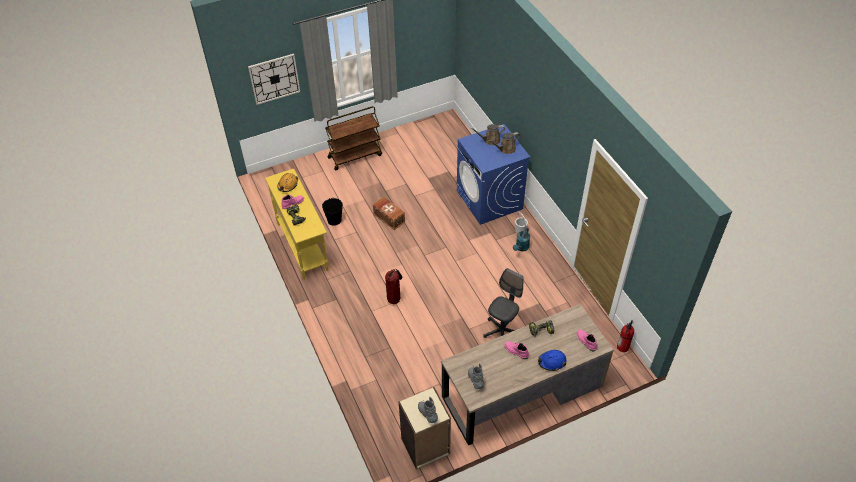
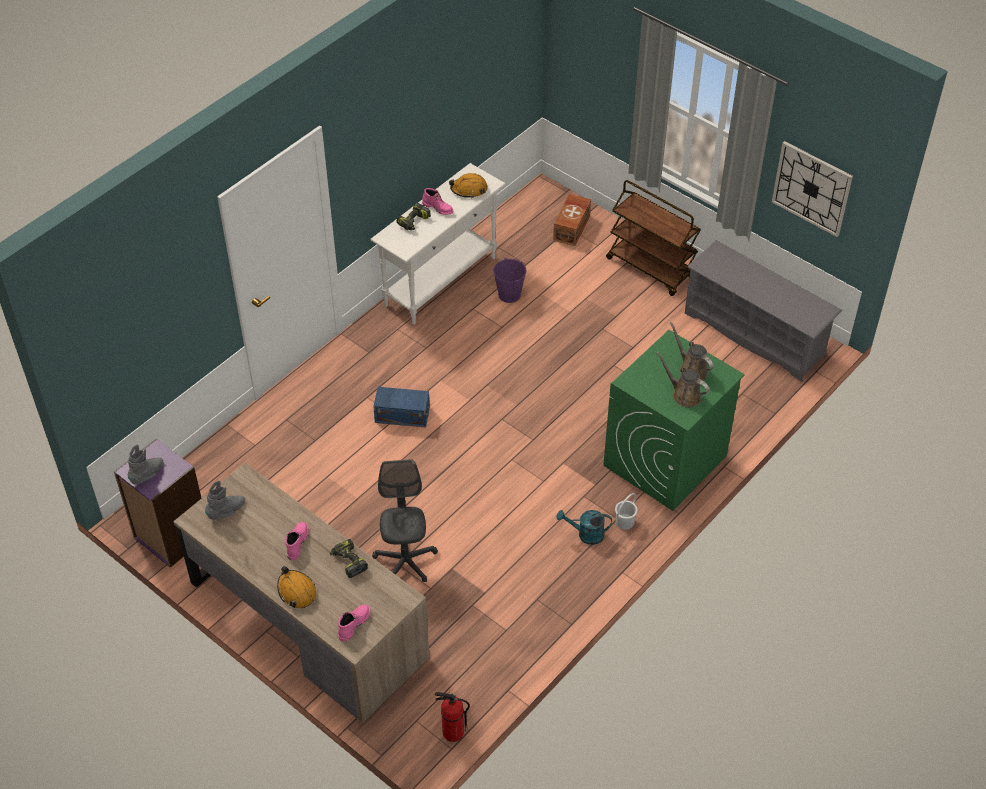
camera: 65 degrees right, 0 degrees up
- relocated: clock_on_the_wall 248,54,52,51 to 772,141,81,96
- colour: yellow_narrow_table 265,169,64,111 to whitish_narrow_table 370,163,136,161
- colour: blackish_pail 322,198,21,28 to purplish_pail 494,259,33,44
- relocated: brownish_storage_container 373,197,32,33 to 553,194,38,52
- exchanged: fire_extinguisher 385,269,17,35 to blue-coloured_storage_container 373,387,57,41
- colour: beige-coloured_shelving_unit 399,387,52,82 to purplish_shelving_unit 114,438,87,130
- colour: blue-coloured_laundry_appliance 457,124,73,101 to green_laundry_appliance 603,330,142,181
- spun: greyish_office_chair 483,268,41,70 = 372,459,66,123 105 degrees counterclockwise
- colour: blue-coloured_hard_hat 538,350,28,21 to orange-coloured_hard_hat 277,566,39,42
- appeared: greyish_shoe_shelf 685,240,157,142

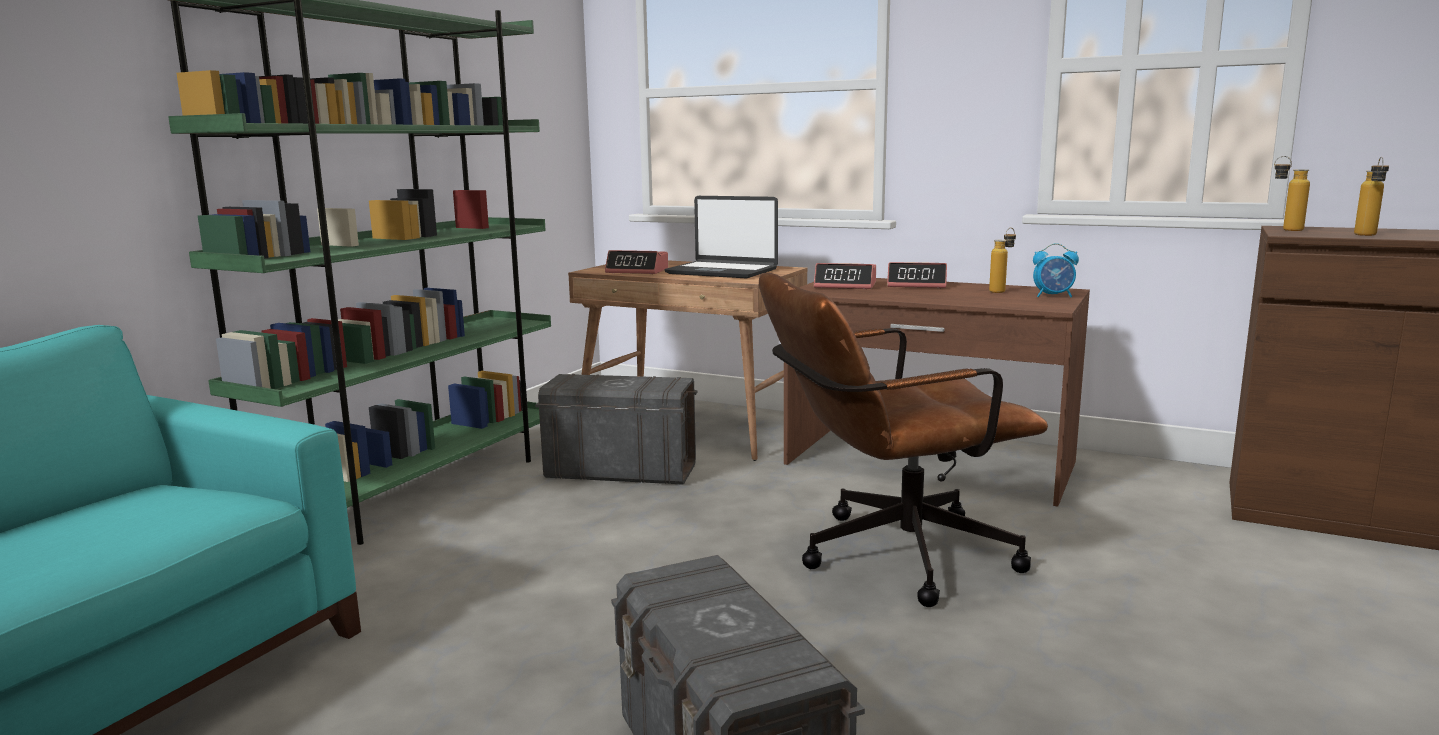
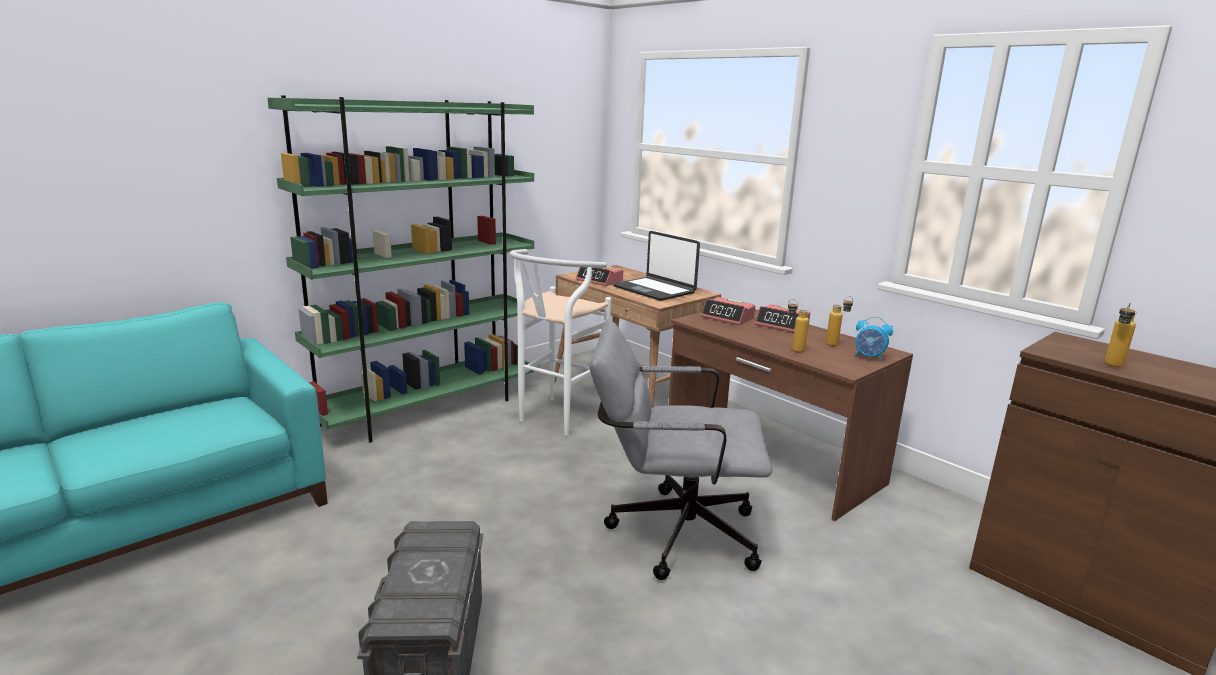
camera: 20 degrees right, 5 degrees up
- exchanged: greyish_storage_container 535,374,162,111 to whitish_sitting_stool 509,249,102,187
- colour: brownish_office_chair 759,273,289,334 to greyish_office_chair 589,320,183,260
- relocated: bottle 1274,156,36,75 to 788,299,21,54

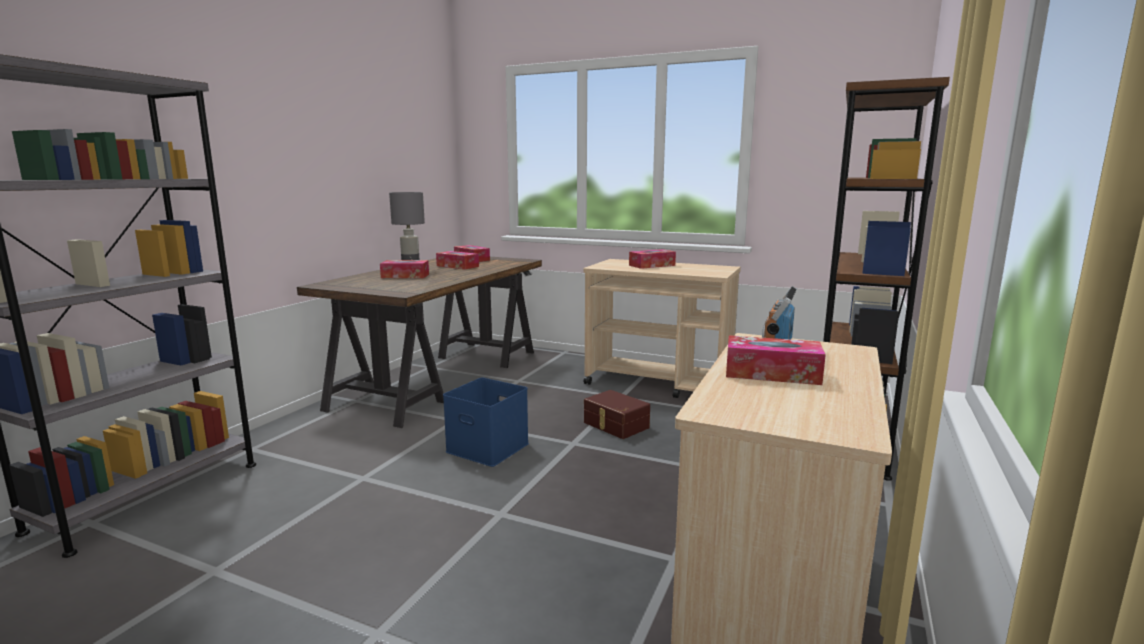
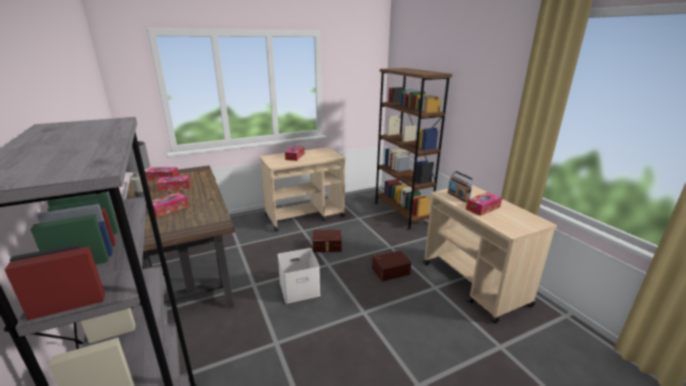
camera: 50 degrees left, 10 degrees up
- colour: blue-coloured_storage_container 443,377,86,90 to whitish_storage_container 278,248,42,56
- appeared: brownish_storage_container 372,250,39,31

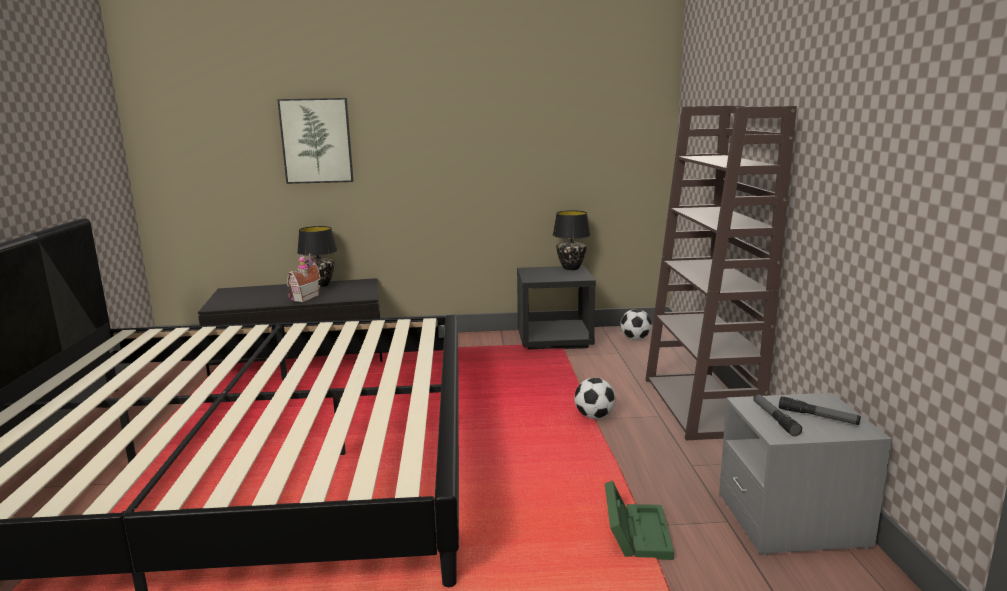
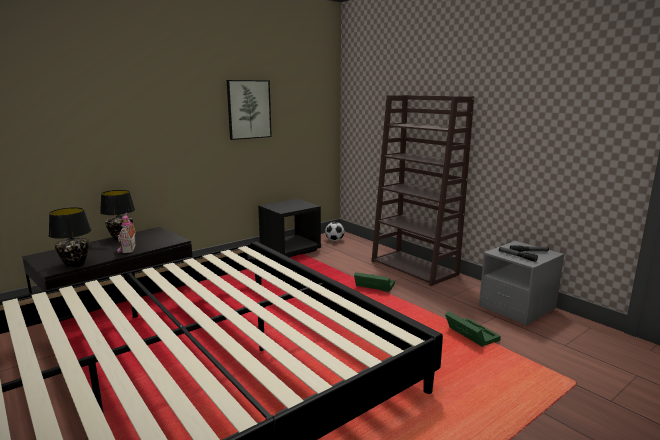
camera: 35 degrees left, 0 degrees up
- relocated: picture 277,98,76,86 to 227,80,45,60
- relocated: blackish_tabletop_lamp 553,210,38,60 to 49,208,42,59
- exchanged: ball_for_football 574,378,42,41 to green_storage_container 354,272,41,20

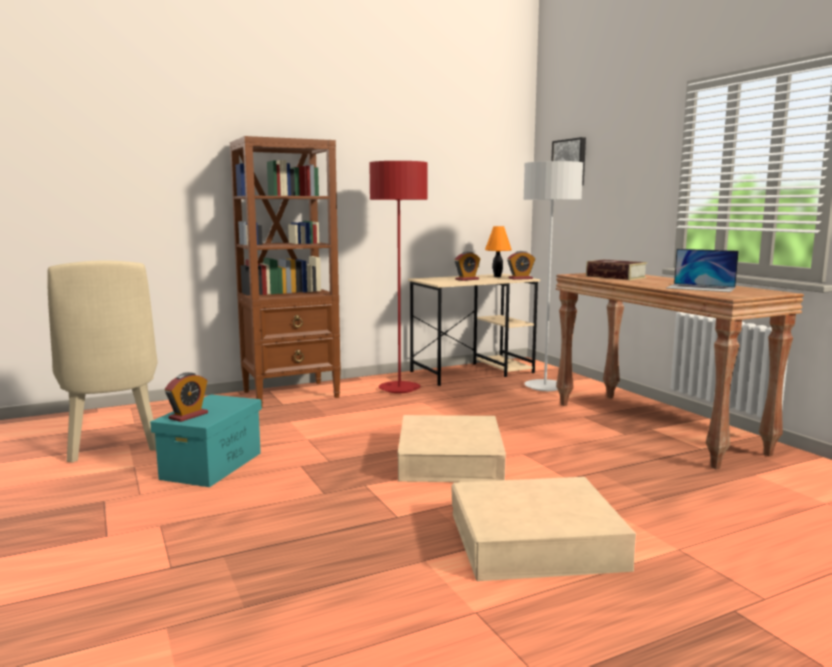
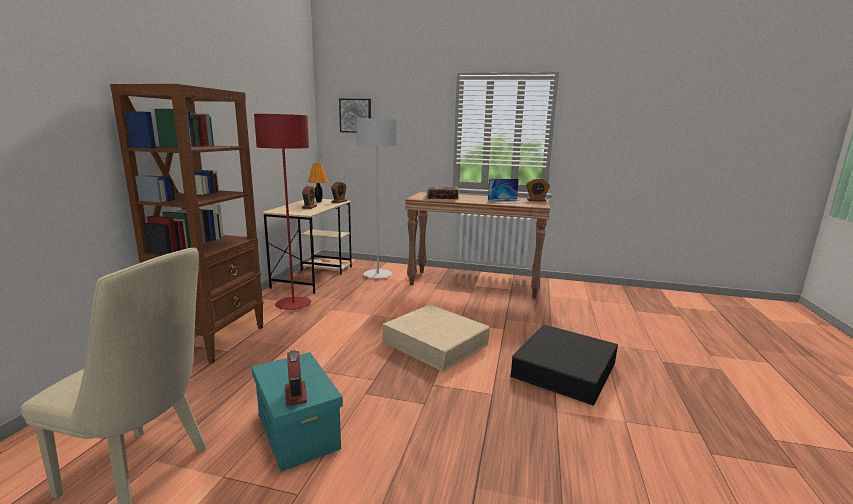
camera: 50 degrees left, 5 degrees up
- colour: beige-coloured_storage_container 451,477,185,104 to blackish_storage_container 511,324,107,82
- appeared: table_clock 526,178,24,24

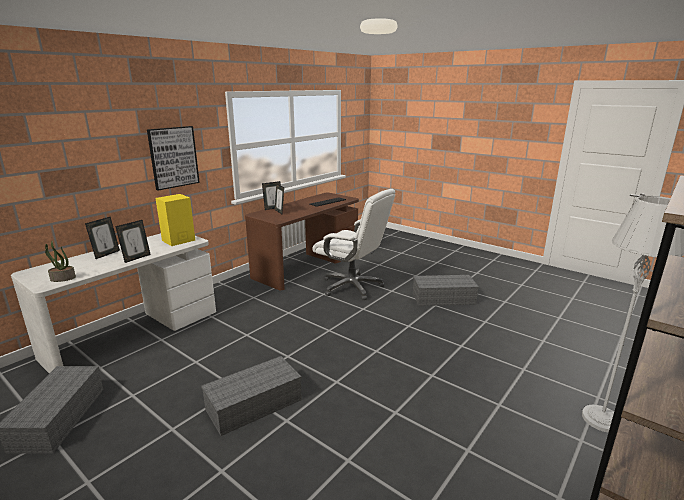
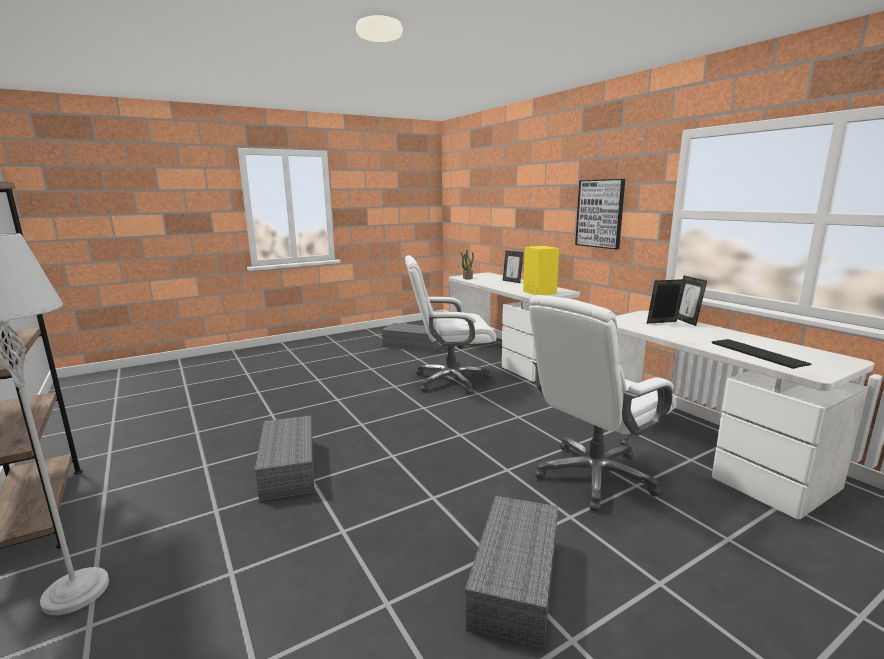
camera: 110 degrees right, 5 degrees down
- missing: standing_frame 115,220,36,43
- relocated: greyish_storage_container 201,356,101,80 to 255,415,59,86
- colour: brownish_desk_table 245,192,114,98 to whitish_desk_table 616,311,258,208
- appeared: whitish_office_chair 405,255,92,139

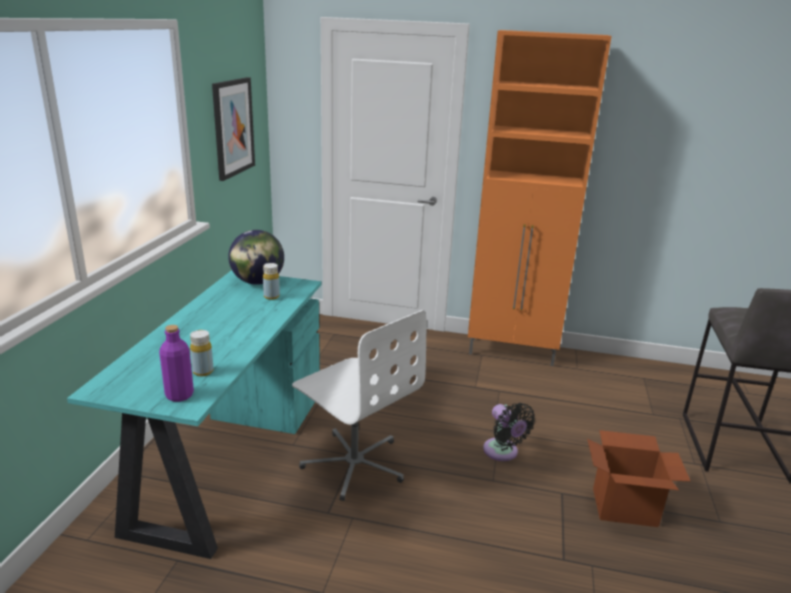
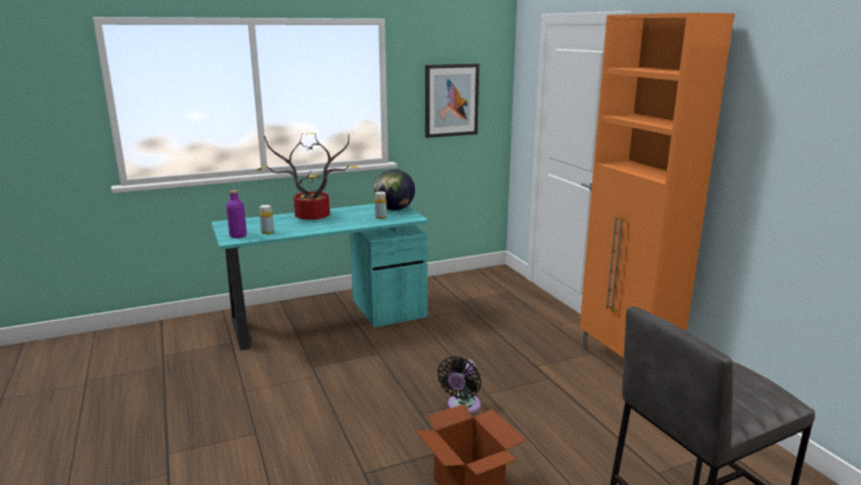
camera: 55 degrees right, 5 degrees down
- missing: whitish_office_chair 292,310,135,191
- appeared: houseplant 257,133,103,87

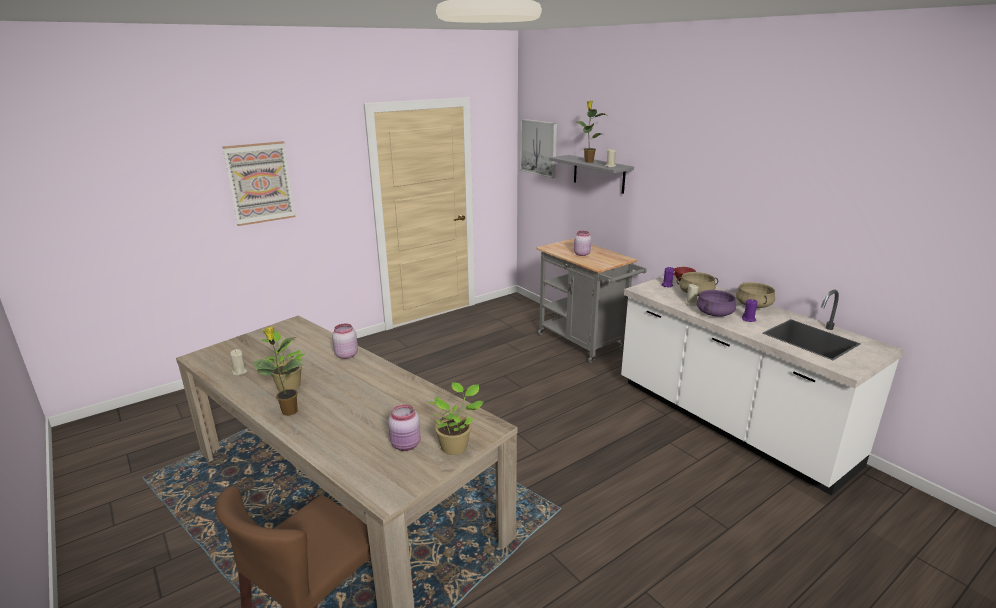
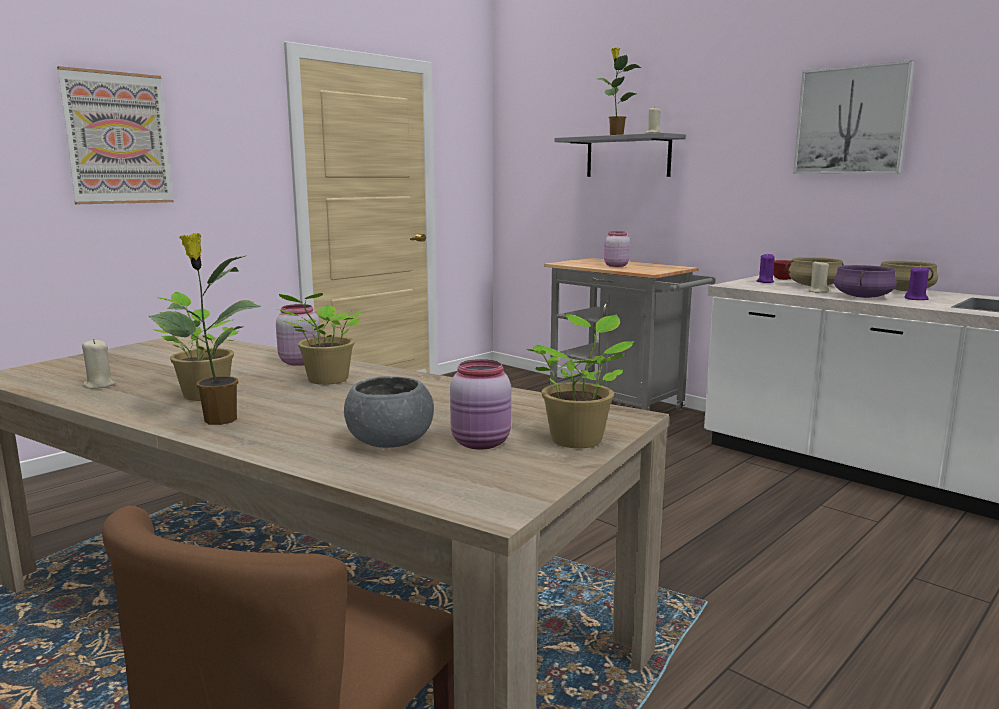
camera: 10 degrees left, 10 degrees down
- relocated: picture 520,119,37,59 to 793,60,121,114
- appeared: houseplant 277,293,85,92
- appeared: greyish_serving_bowl 344,376,90,72

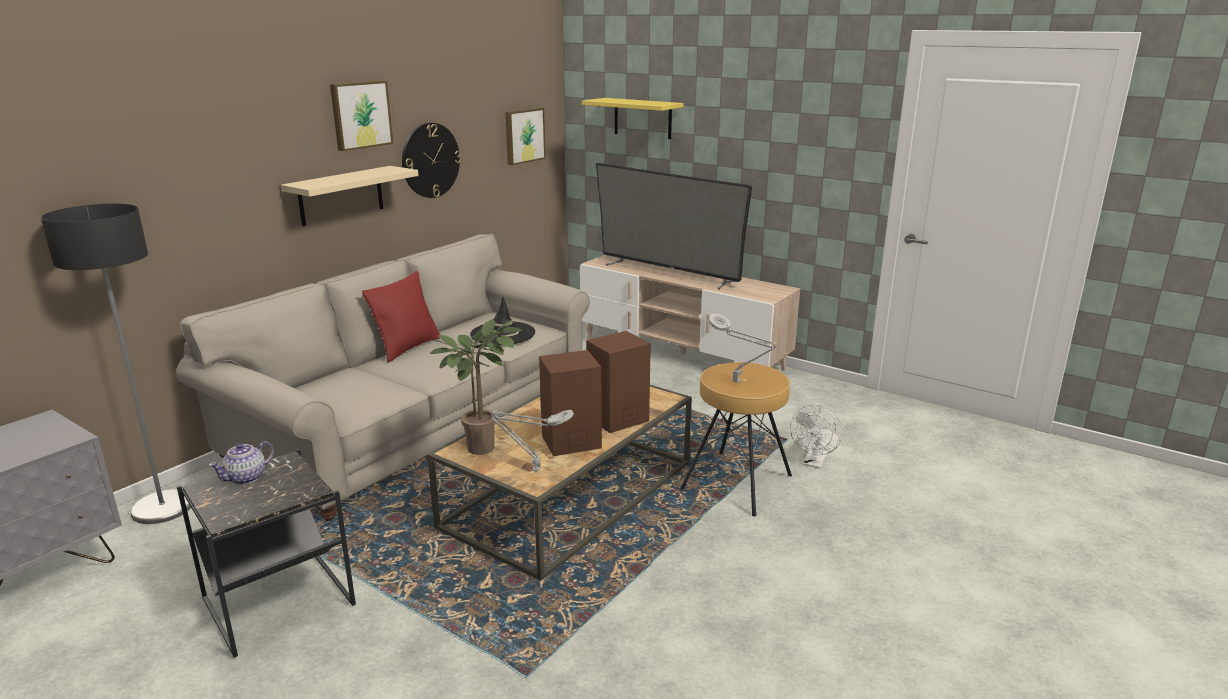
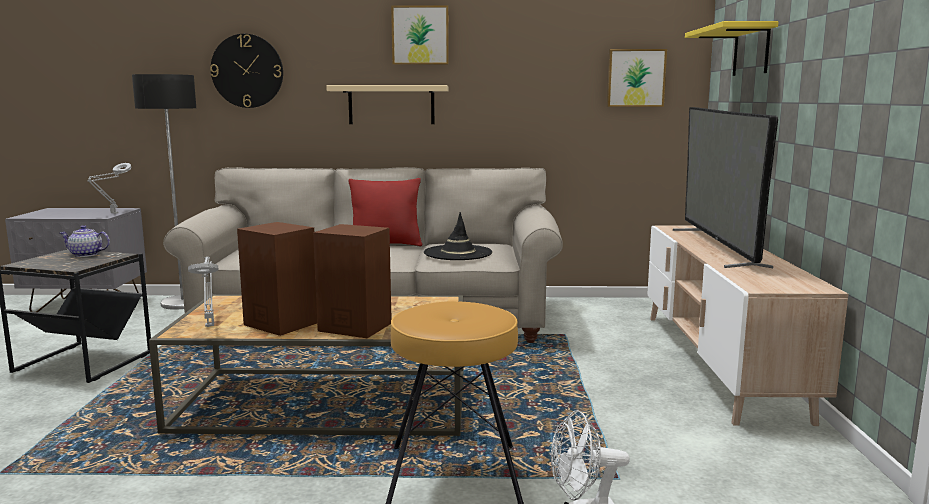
camera: 55 degrees right, 10 degrees down
- relocated: clock_on_the_wall 402,123,59,75 to 210,34,73,74
- missing: houseplant 430,319,92,136
- relocated: greyish_tabletop_lamp 708,313,69,70 to 87,163,45,51

